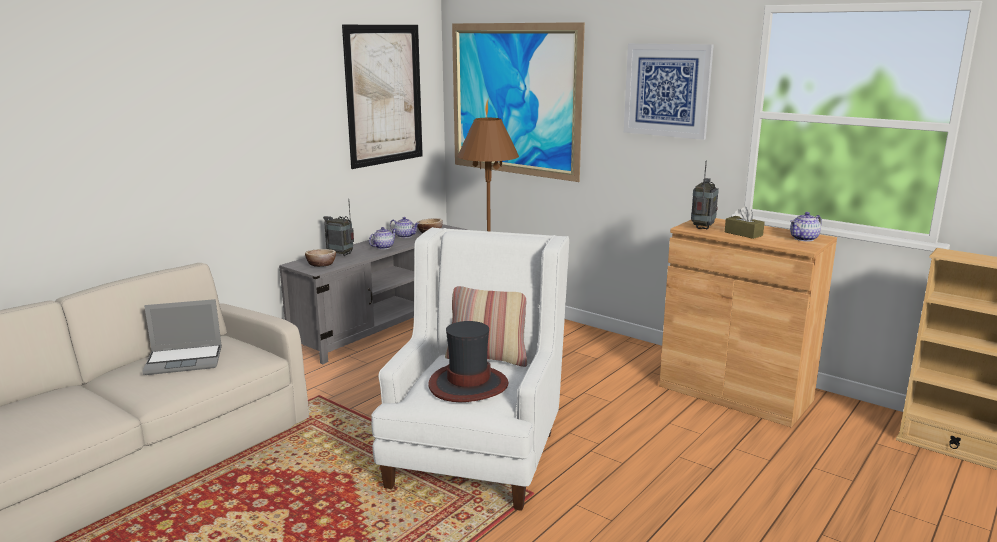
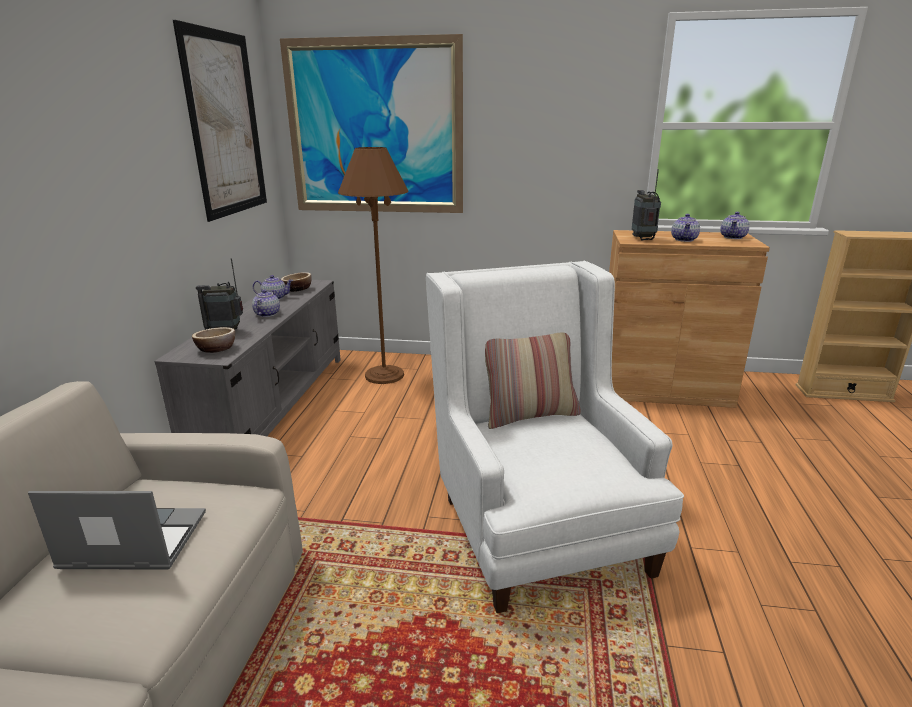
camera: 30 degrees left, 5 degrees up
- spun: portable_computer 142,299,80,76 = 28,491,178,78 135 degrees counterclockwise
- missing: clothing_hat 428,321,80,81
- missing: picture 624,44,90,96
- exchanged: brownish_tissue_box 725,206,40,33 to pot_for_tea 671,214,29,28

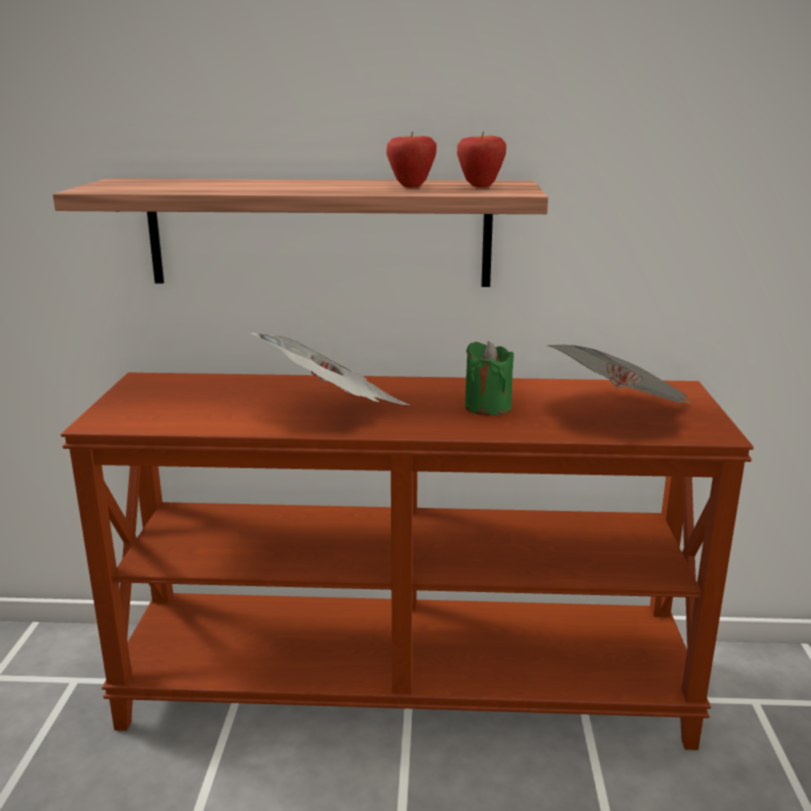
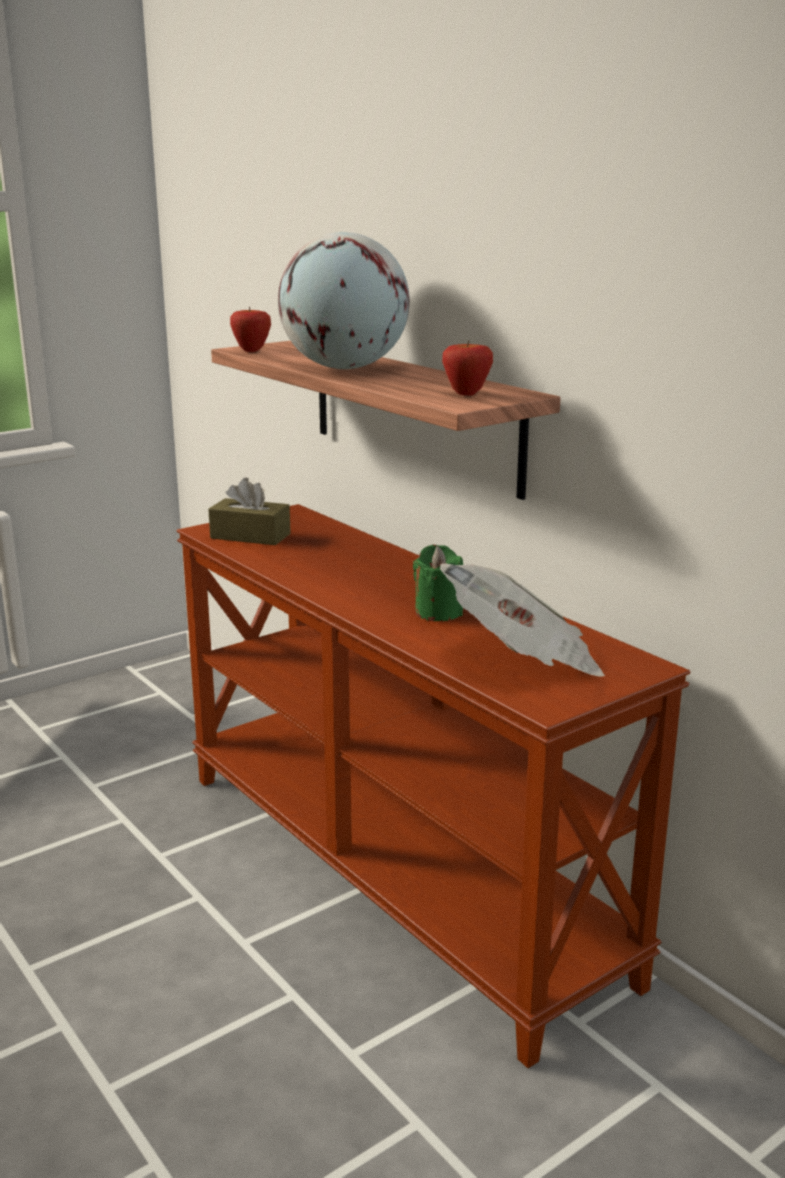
camera: 50 degrees right, 0 degrees up
- missing: printed_paper 251,333,159,72
- relocated: apple_fruit 386,131,51,57 to 230,307,41,45
- appeared: brownish_tissue_box 208,477,83,68
- appeared: globe 278,232,132,137

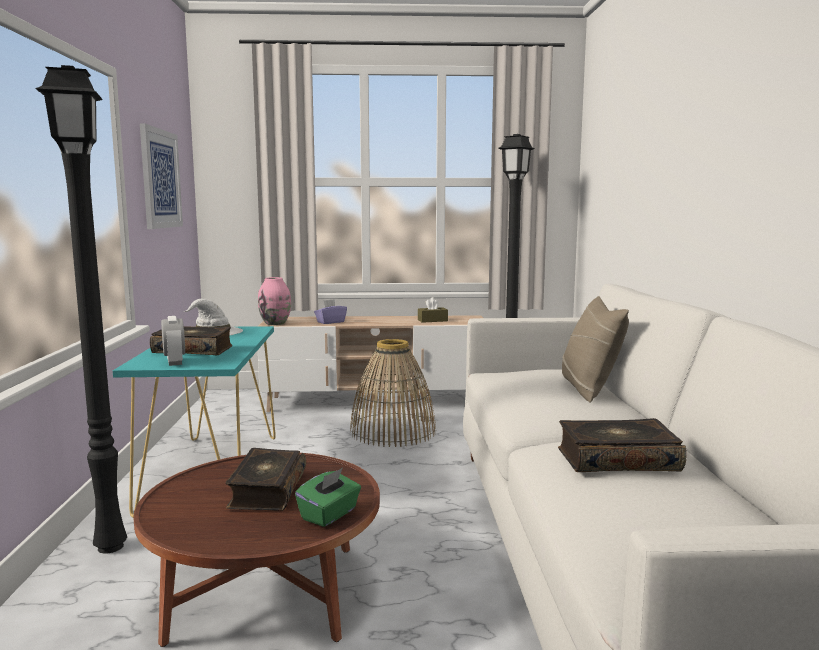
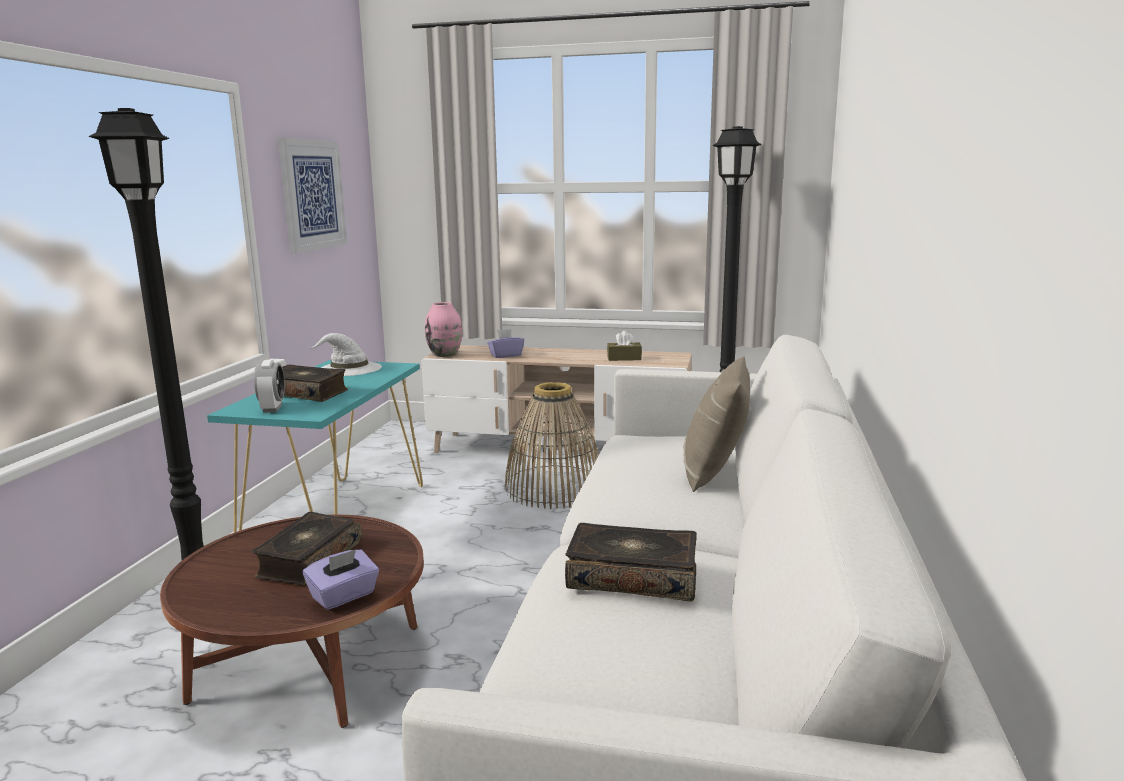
camera: 15 degrees right, 5 degrees up
- colour: green_tissue_box 295,468,66,59 to purplish_tissue_box 303,549,76,61

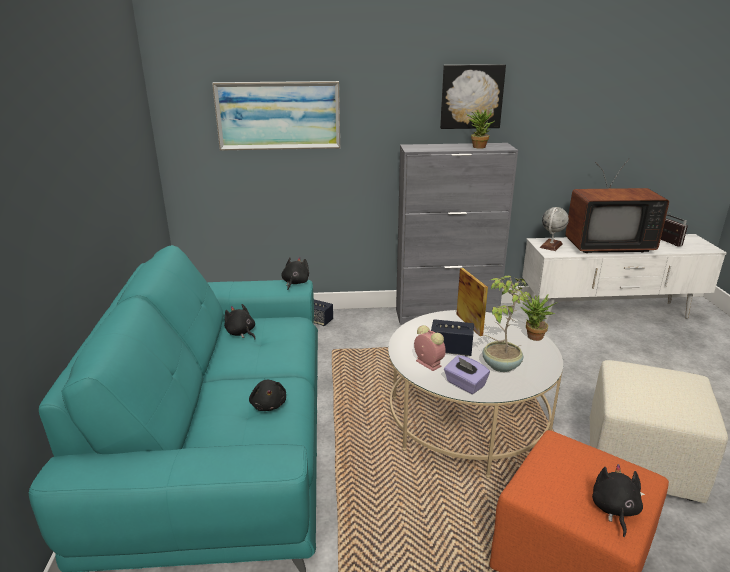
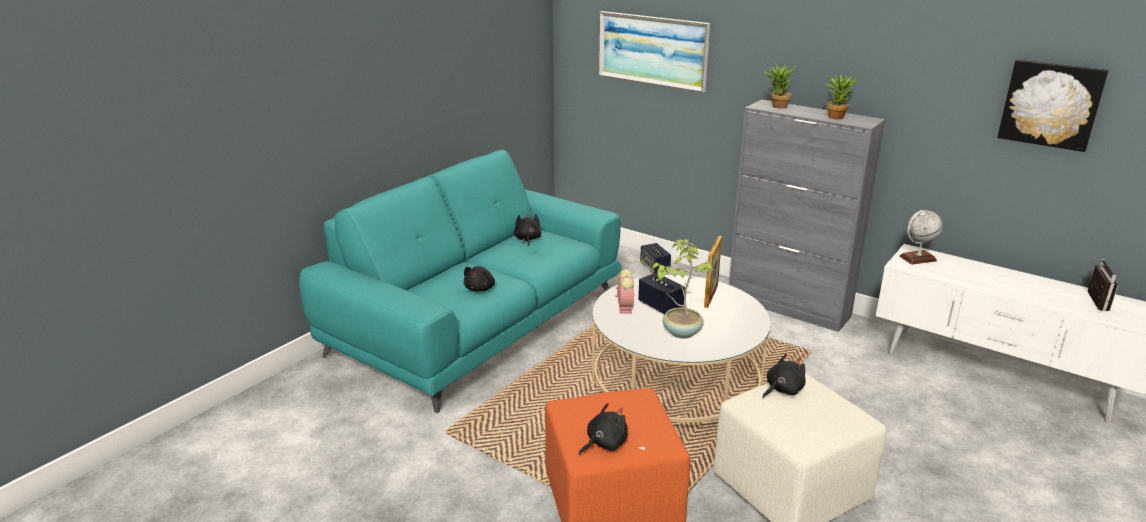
camera: 40 degrees right, 0 degrees up
- relocated: blackish_cuddly_toy 281,257,28,33 to 762,354,43,44
- relocated: picture 440,64,66,65 to 997,59,112,93
- missing: purplish_tissue_box 444,355,46,39
- relocated: houseplant 520,295,37,46 to 764,62,32,47
- missing: TV_set 565,158,104,95

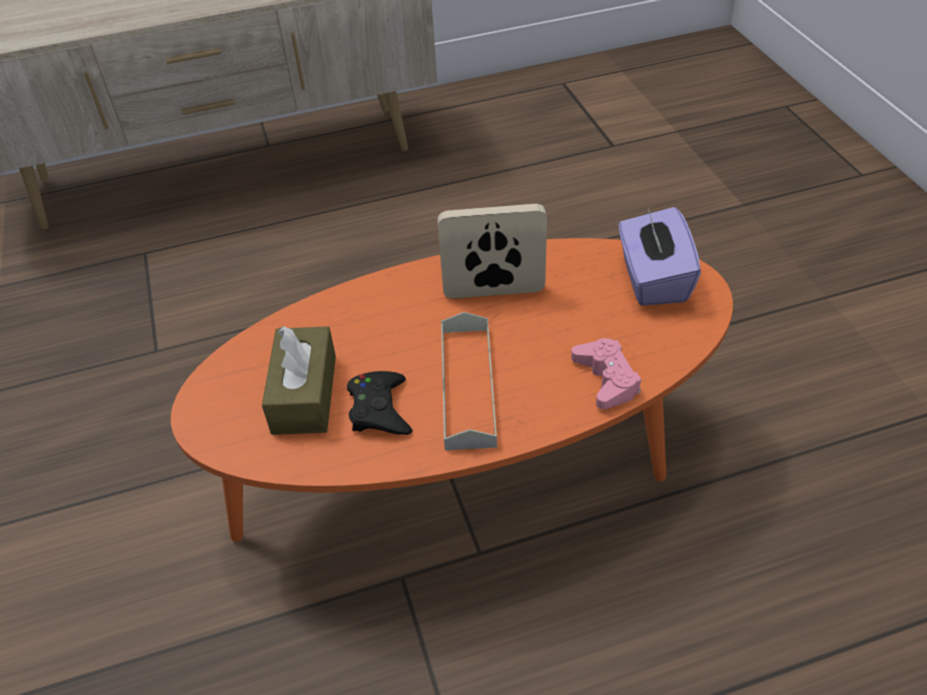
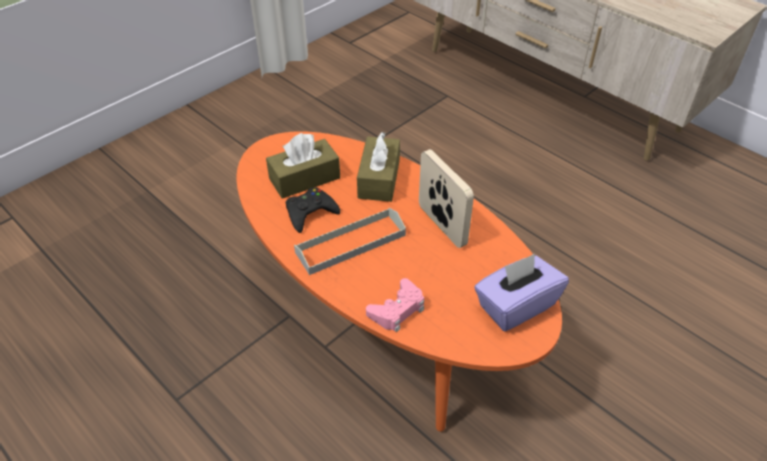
camera: 60 degrees right, 0 degrees up
- appeared: brownish_tissue_box 357,132,43,70

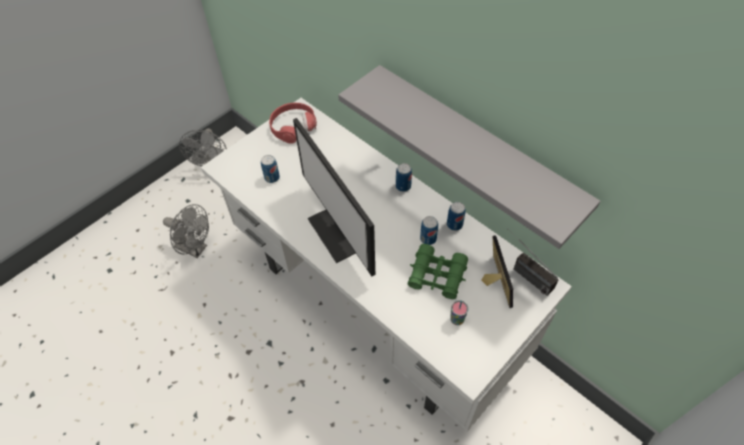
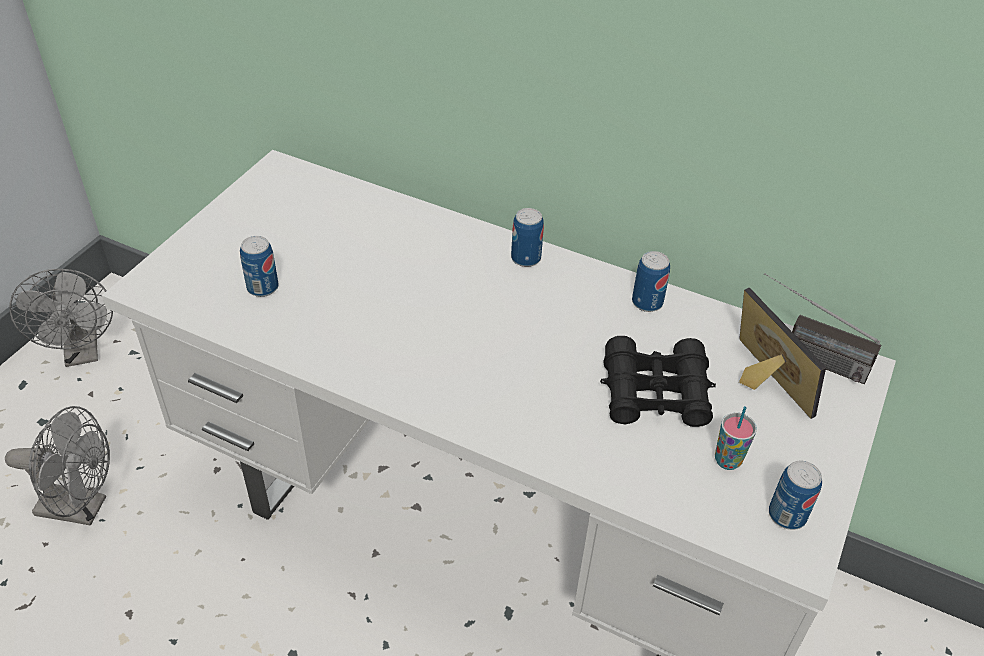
camera: 20 degrees left, 10 degrees down
- missing: reddish_pair_of_headphones 269,103,48,41
- missing: computer_screen 293,118,82,158
- missing: greyish_shelf 338,65,262,184
- colour: green_pair_of_binoculars 407,244,61,55 to blackish_pair_of_binoculars 600,336,116,91
- relocated: can 420,216,18,29 to 769,461,53,69

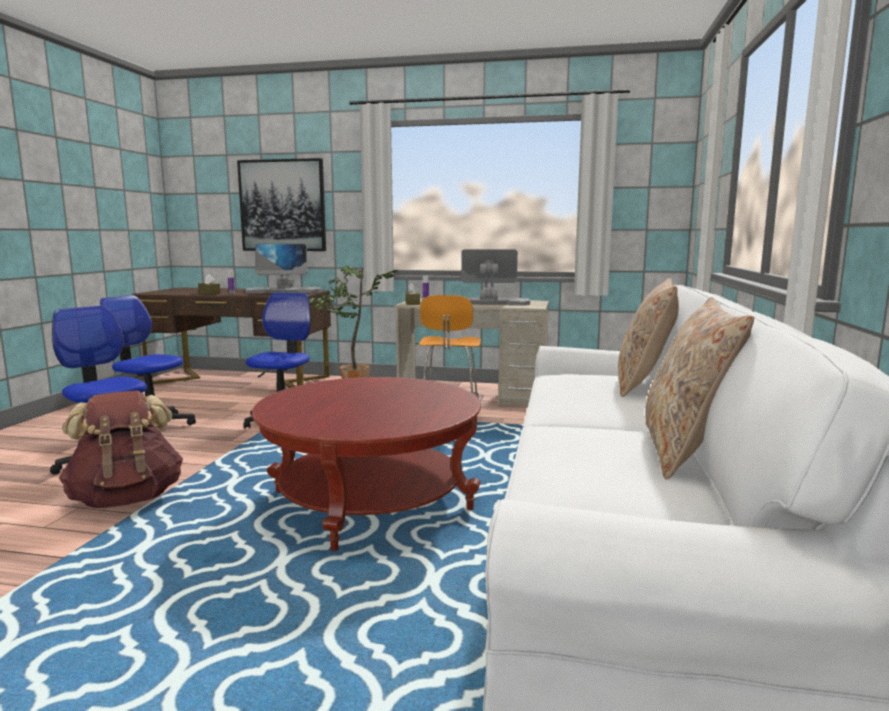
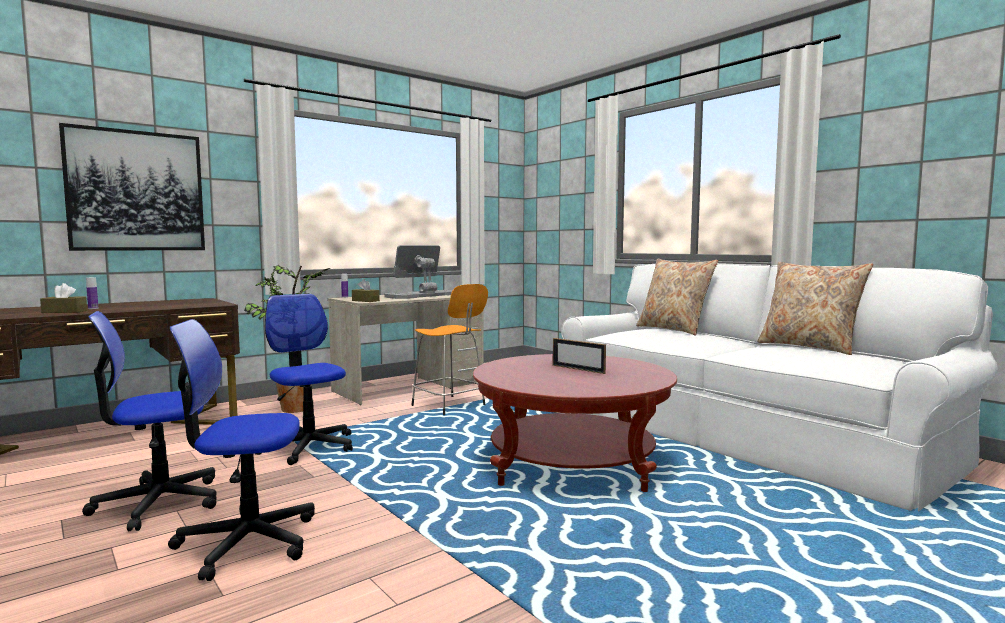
camera: 50 degrees left, 5 degrees down
- missing: brownish_backpack 59,390,124,118
- missing: computer_screen 245,244,77,49
- appeared: standing_frame 553,338,53,36

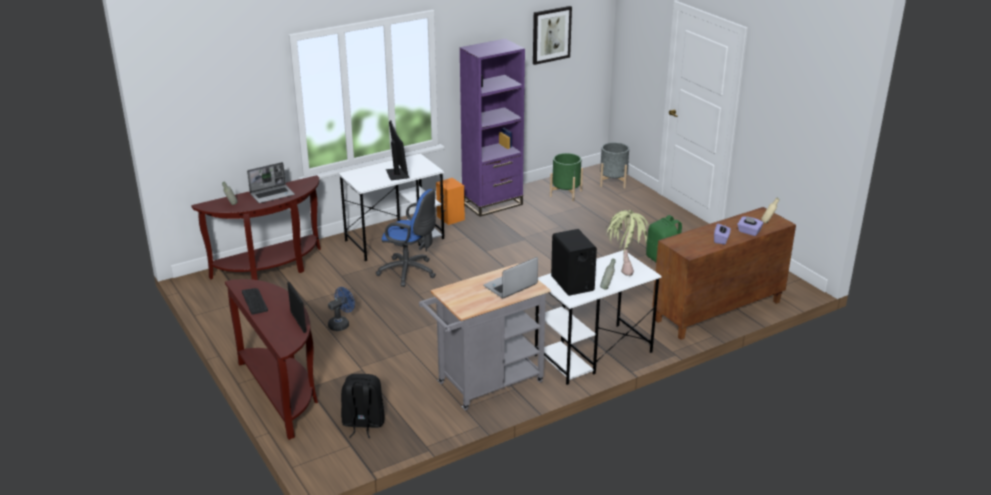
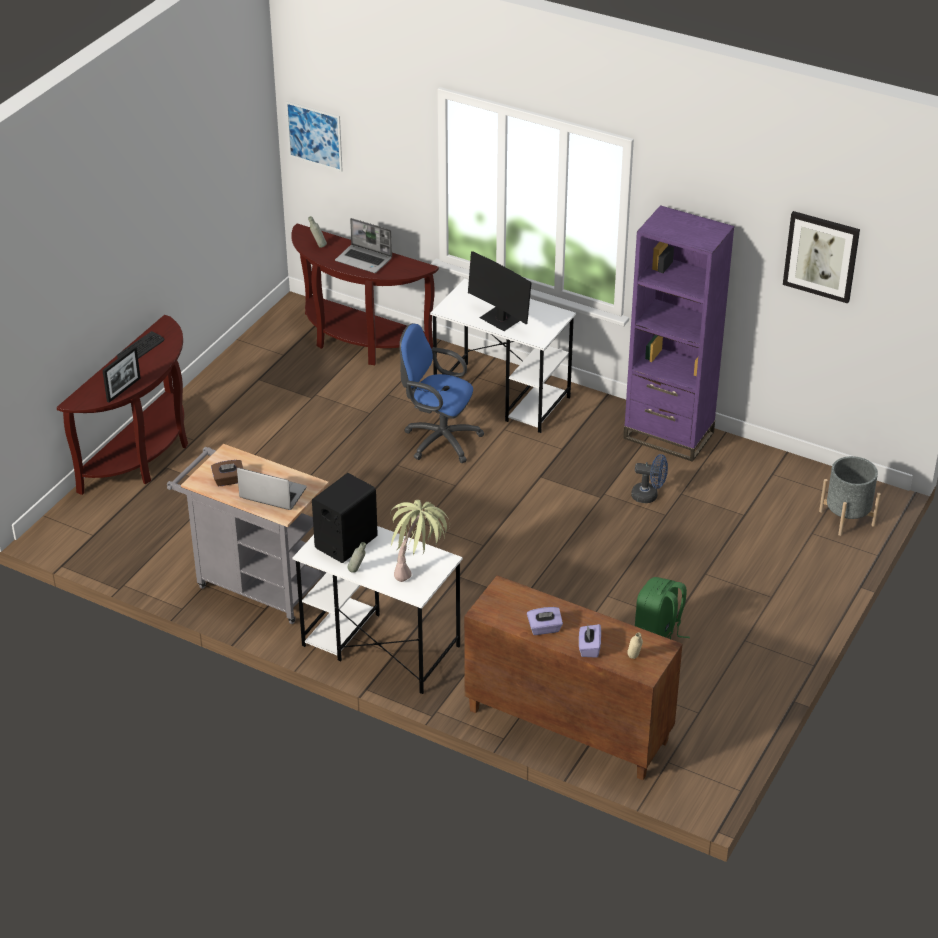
camera: 60 degrees right, 10 degrees up
- relocated: blue-coloured_cooling_fan 328,287,27,44 to 631,454,37,49
- missing: blackish_backpack 341,374,44,64
- spun: blue-coloured_office_chair 376,189,60,98 = 399,323,85,140 120 degrees clockwise
- spun: computer_screen 386,120,24,60 = 468,251,64,80 90 degrees clockwise
- missing: orange-coloured_speaker 436,178,29,47
- missing: green_planter 550,153,33,48
- appeared: brownish_tissue_box 211,460,32,26
- appeared: picture 286,101,56,71

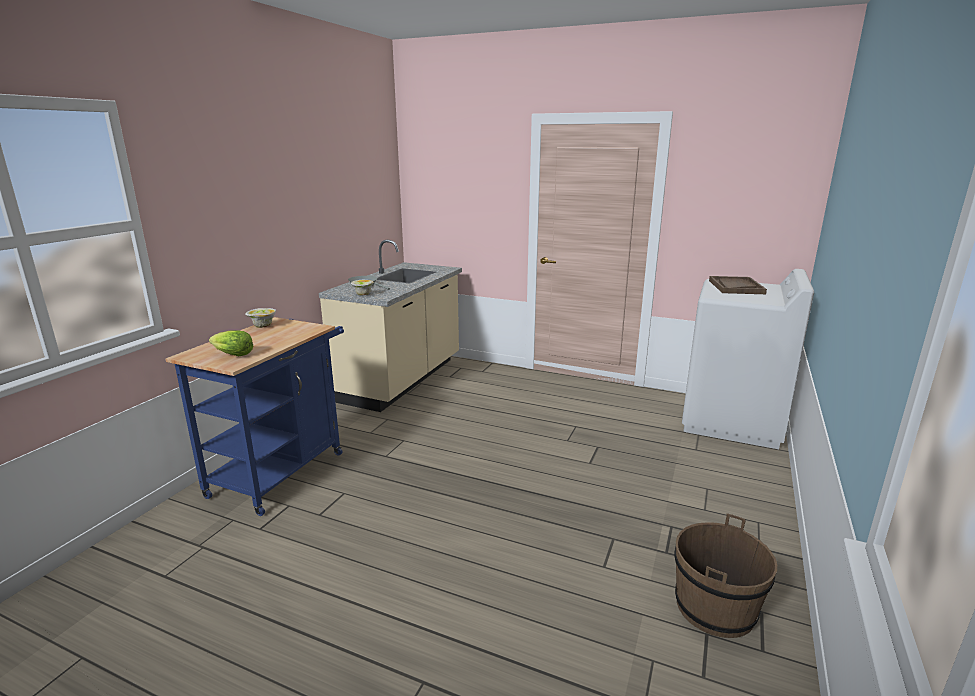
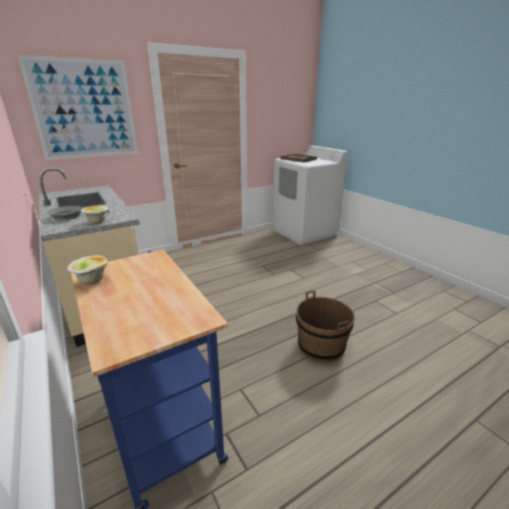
camera: 55 degrees left, 5 degrees up
- missing: lettuce_head 209,330,44,26
- relocated: brownish_pail 674,513,103,125 to 296,290,59,72
- appeared: picture 18,55,120,105

